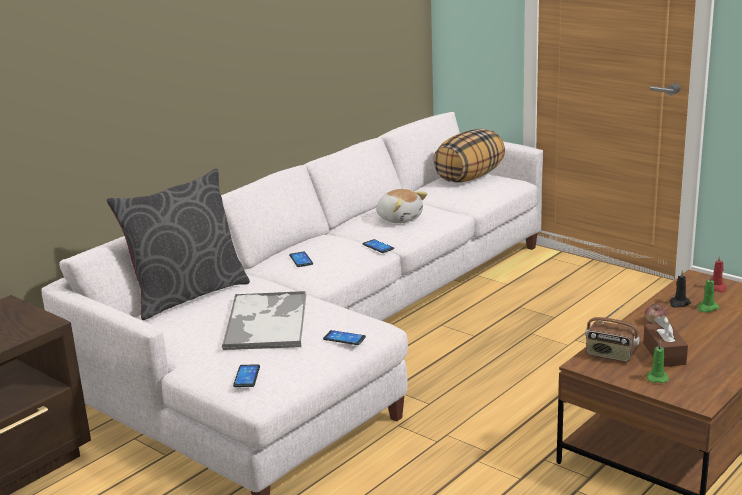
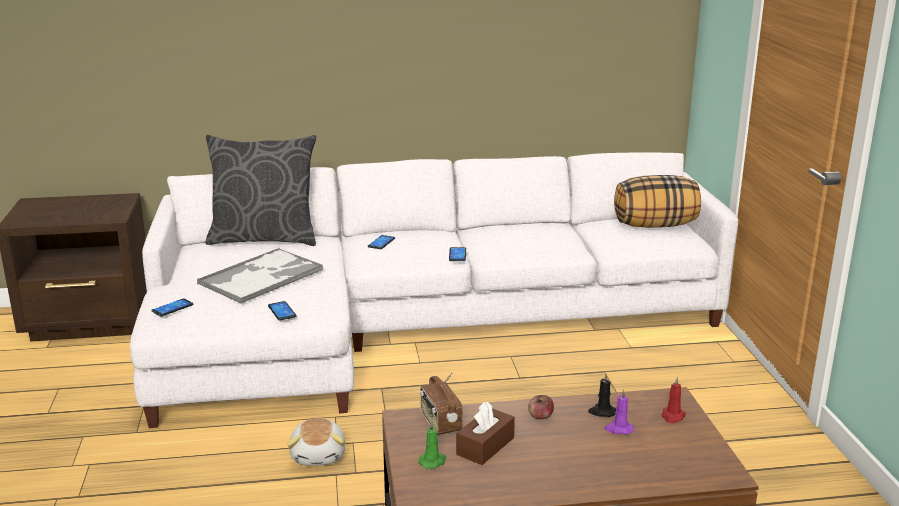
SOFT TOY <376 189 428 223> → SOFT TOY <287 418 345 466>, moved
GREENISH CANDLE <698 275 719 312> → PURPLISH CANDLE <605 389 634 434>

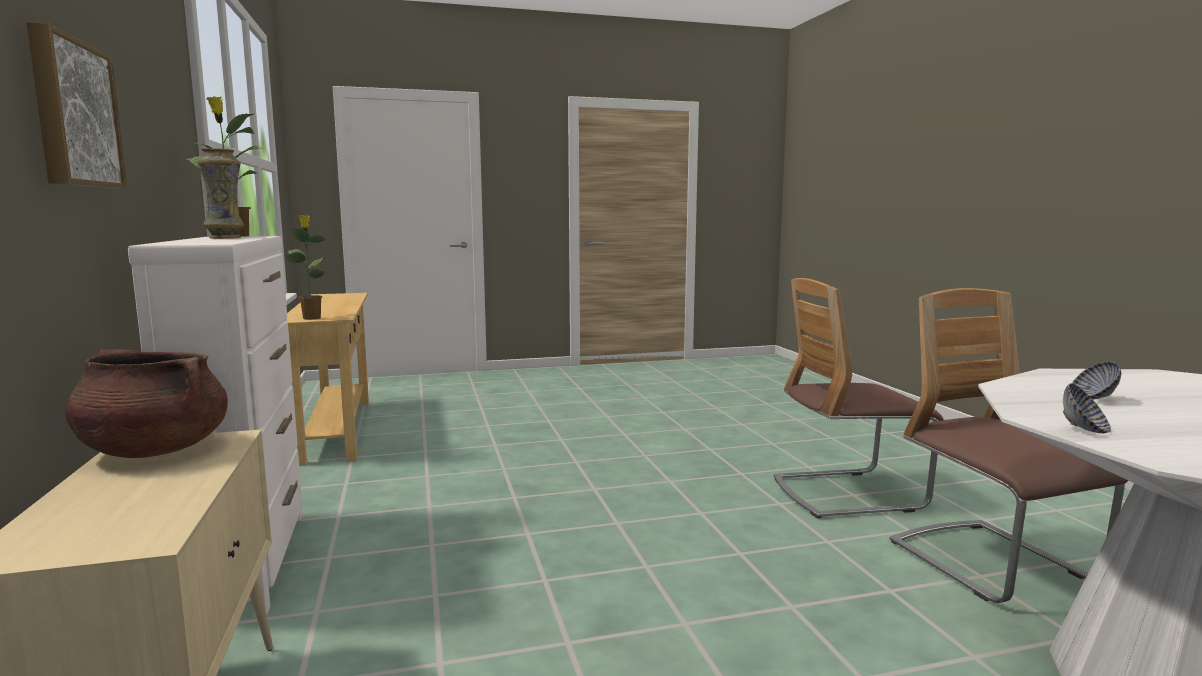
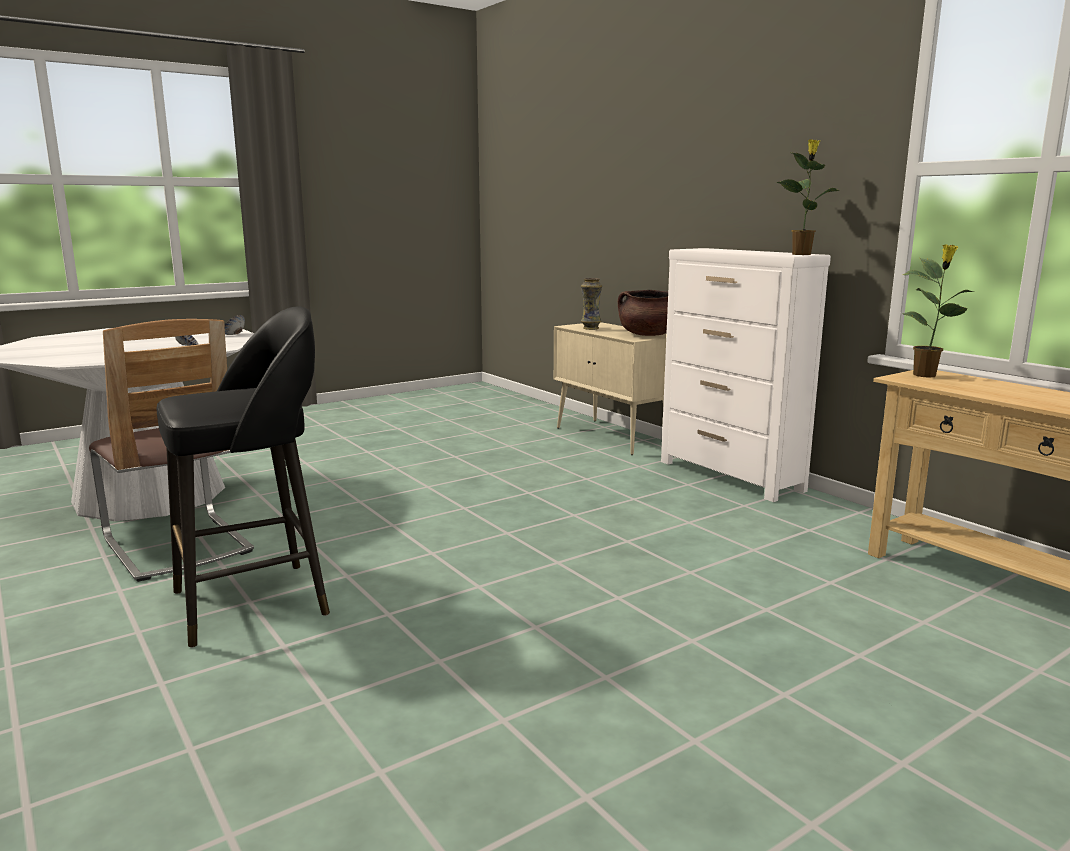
WALL PICTURE <26 22 127 189> → -
DECORATIVE VASE <198 148 244 239> → DECORATIVE VASE <581 278 602 330>, moved
UPRIGHT CHAIR <774 278 944 519> → BLACK-COLOURED SITTING STOOL <157 306 330 648>

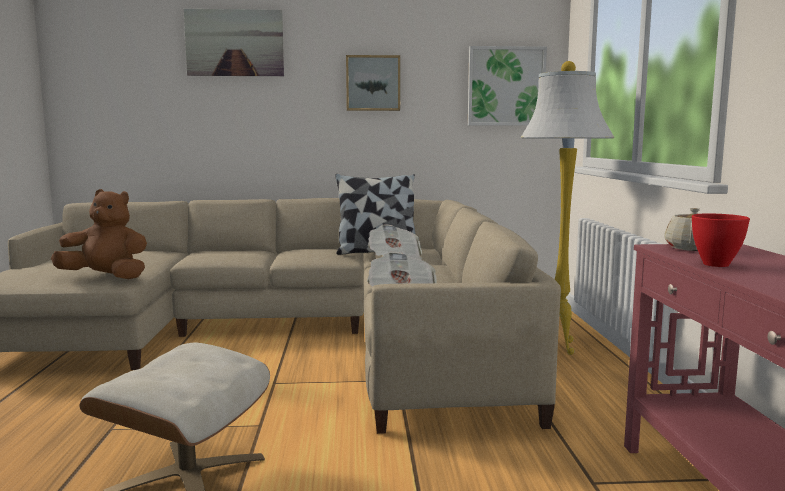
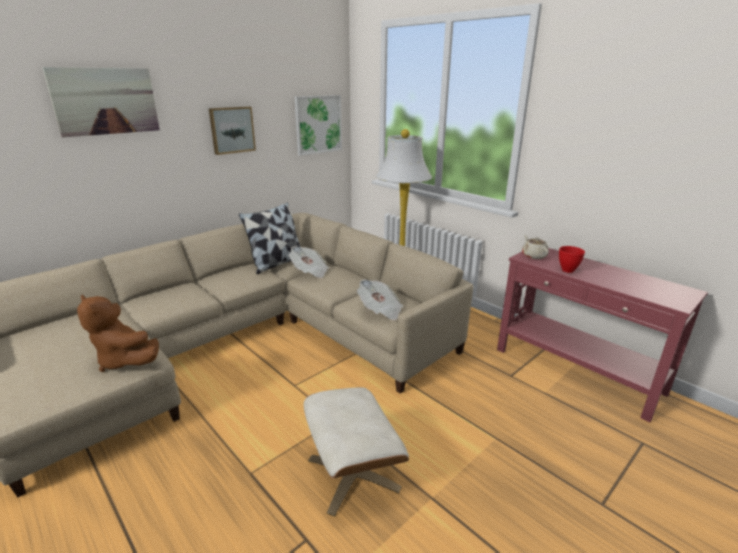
BROWN SOFT TOY <51 189 147 279> → BROWN SOFT TOY <77 295 159 372>, 105 degrees counterclockwise

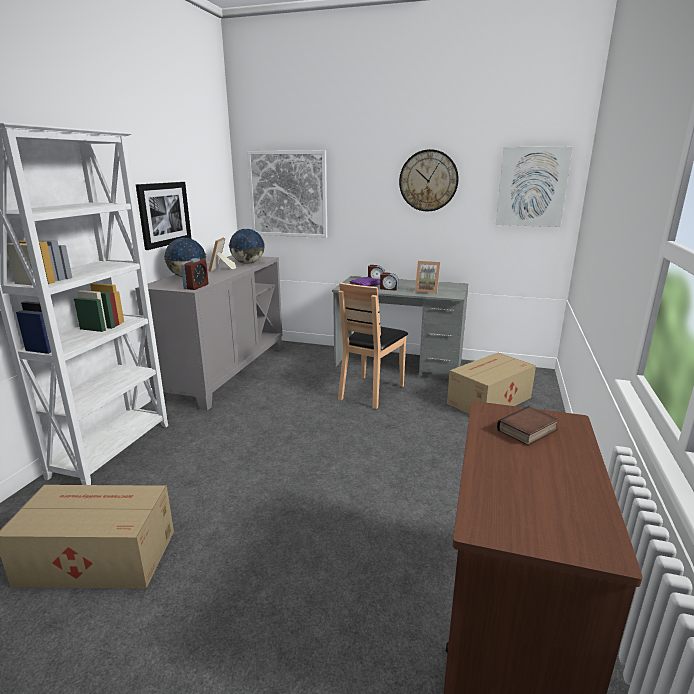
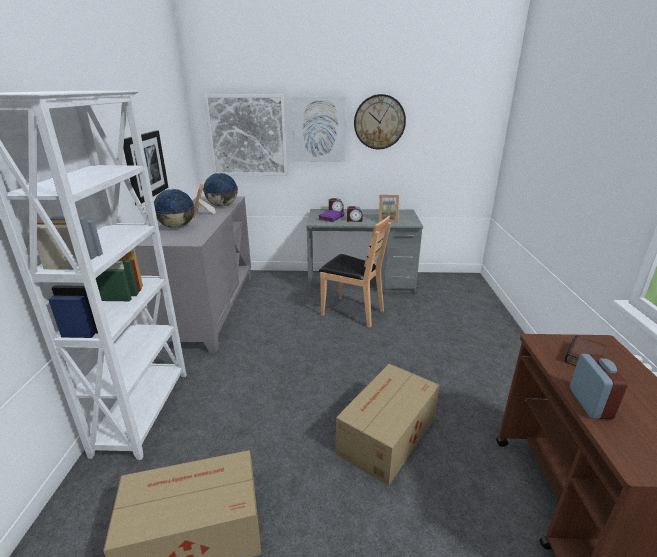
WALL PICTURE <496 147 573 227> → WALL PICTURE <292 96 346 162>, moved
ALARM CLOCK <181 258 208 290> → ALARM CLOCK <570 354 628 419>, moved
BROWN UPRIGHT CHAIR <338 283 408 409> → BROWN UPRIGHT CHAIR <319 215 391 328>, 75 degrees counterclockwise
CARTON <447 353 536 414> → CARTON <335 364 439 486>, moved

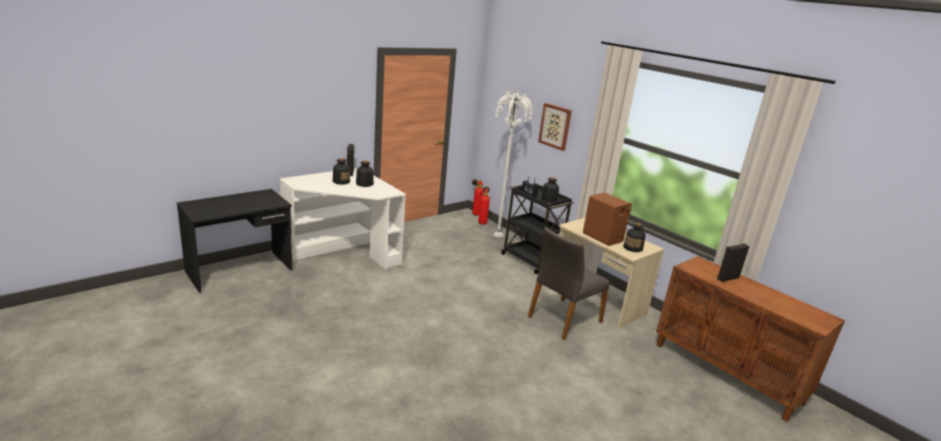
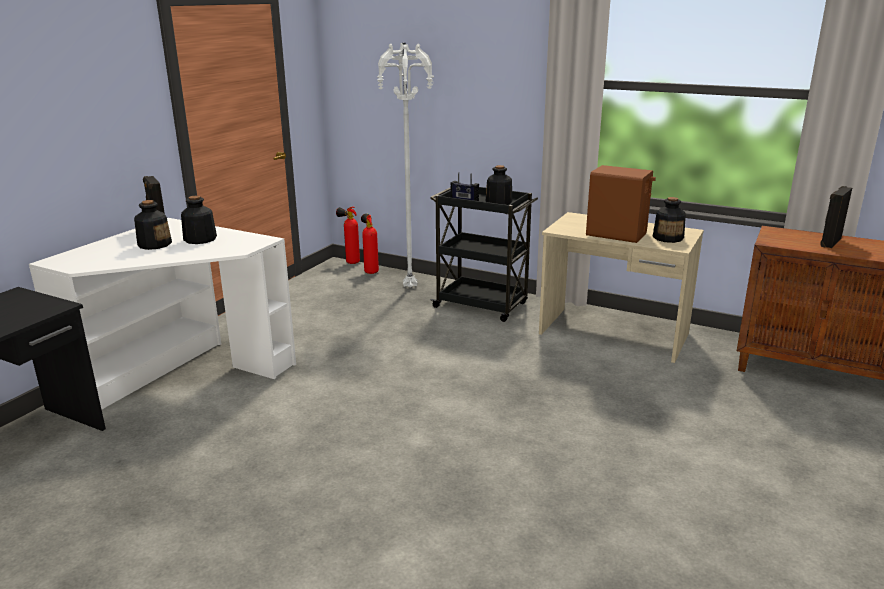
WALL PICTURE <538 103 572 151> → -
GRAY UPRIGHT CHAIR <528 227 610 340> → -

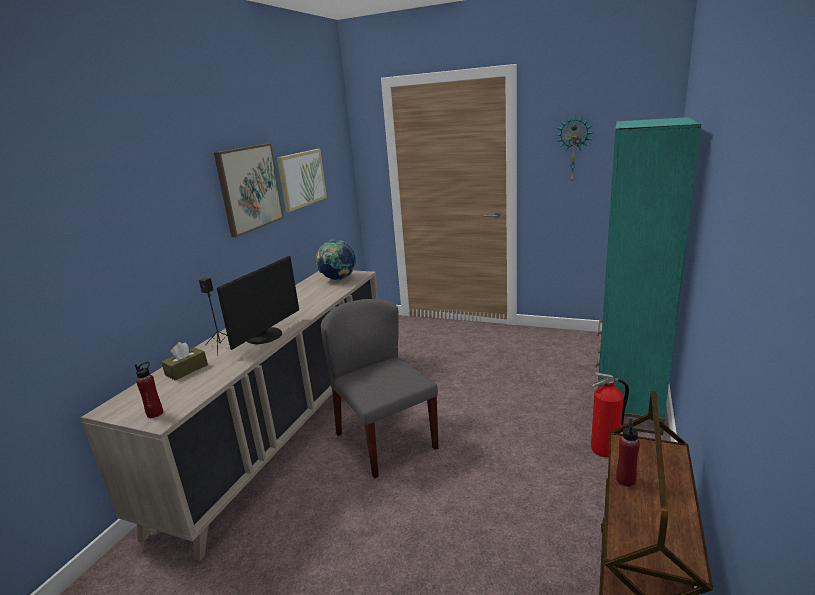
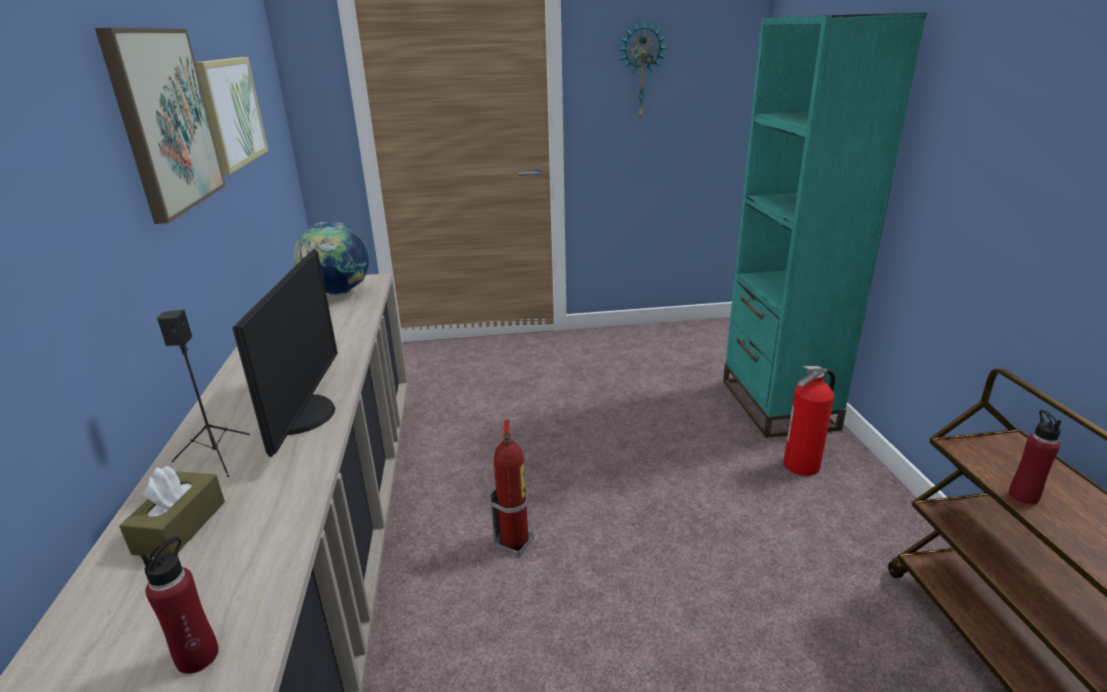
GRAY UPRIGHT CHAIR <321 299 439 479> → FIRE EXTINGUISHER <490 420 534 556>

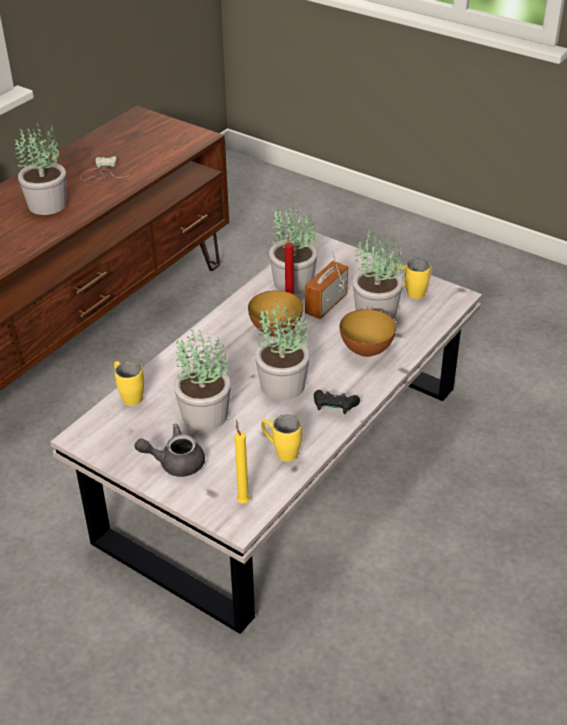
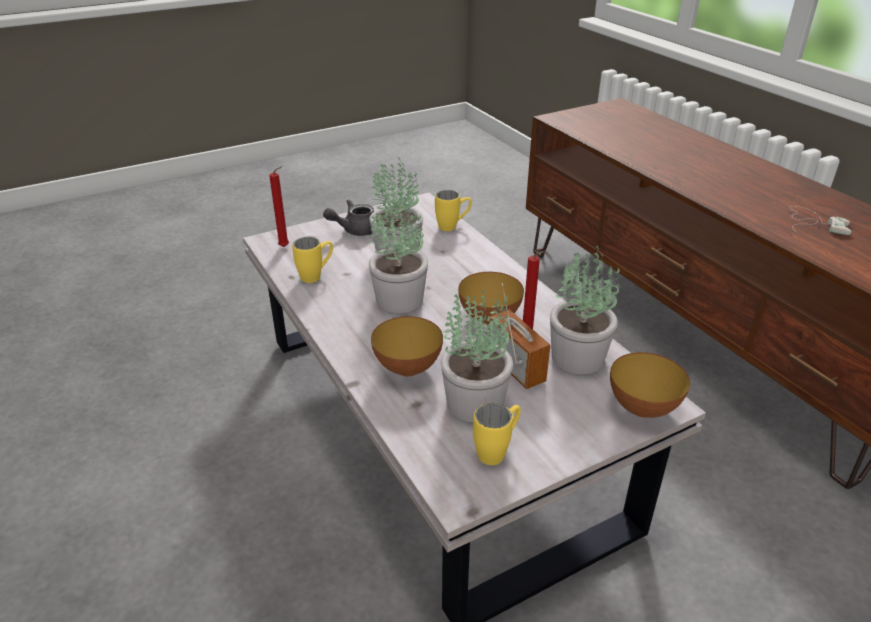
PLANT IN A POT <15 124 67 215> → -
BLACK-COLOURED JOYPAD <314 390 360 414> → -
YELLOW CANDLE <235 420 250 503> → REDDISH CANDLE <269 166 289 247>
GRAY TEA POT <135 424 205 477> → GRAY TEA POT <323 199 374 236>, 135 degrees counterclockwise
- → BOWL <610 352 690 418>

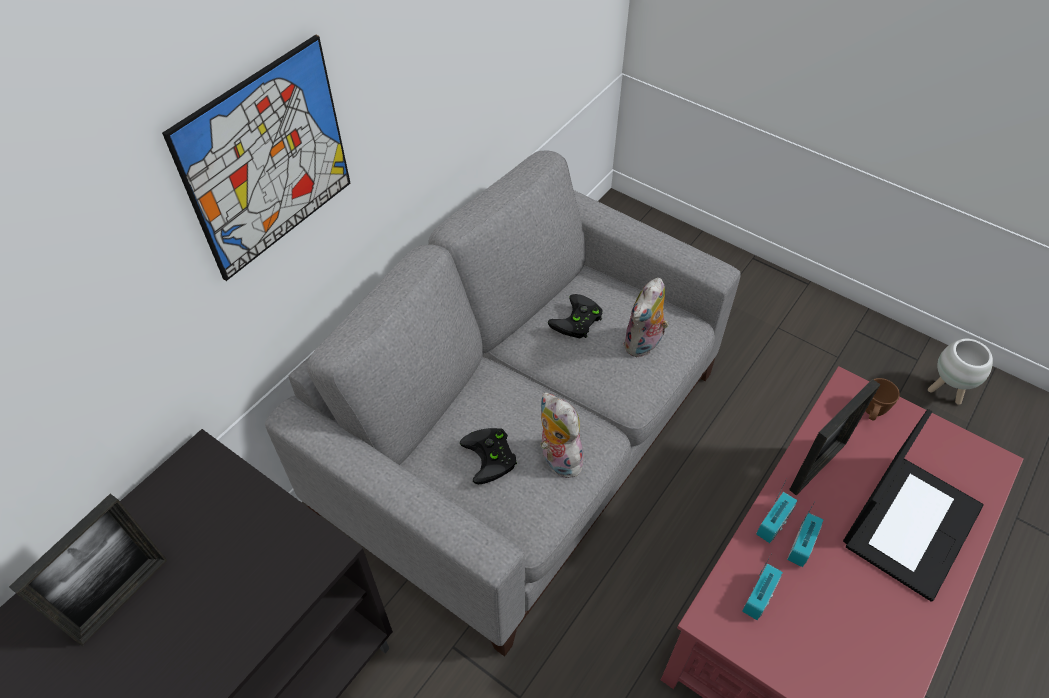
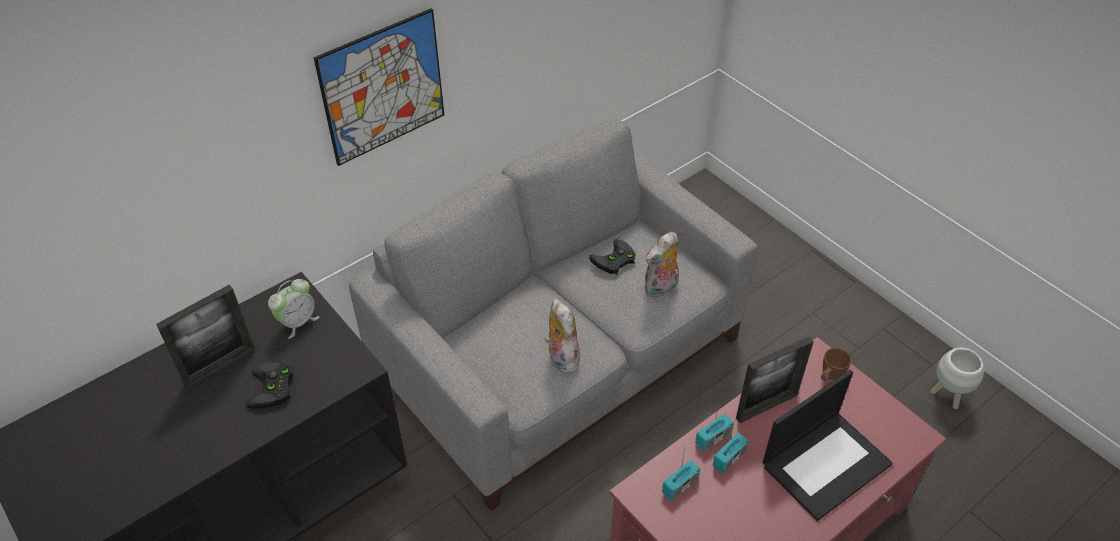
BLACK-COLOURED JOYPAD <460 428 517 484> → BLACK-COLOURED JOYPAD <246 363 294 409>, moved
- → ALARM CLOCK <268 279 319 339>

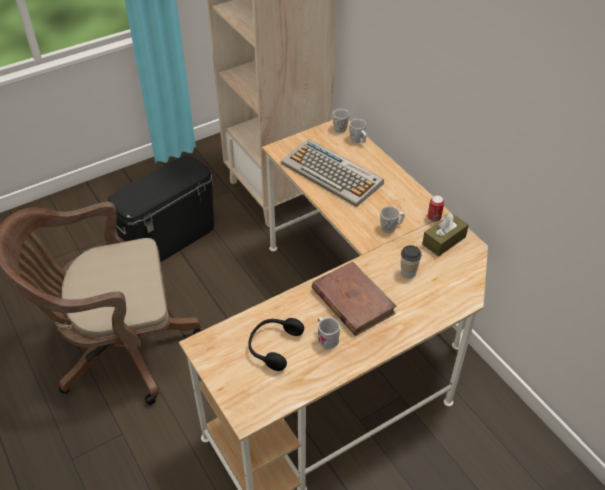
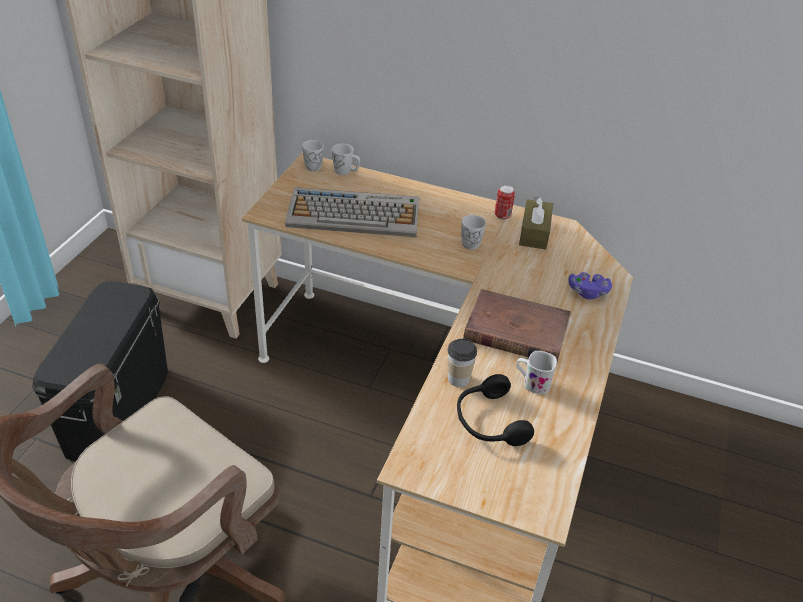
CUP <401 245 421 278> → CUP <447 338 477 387>, moved
- → PURPLISH JOYPAD <568 272 612 299>

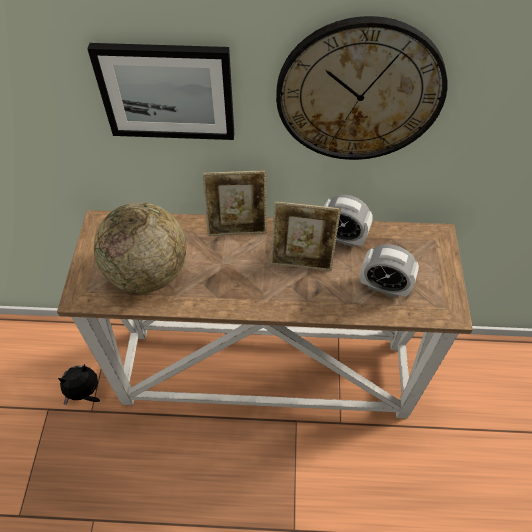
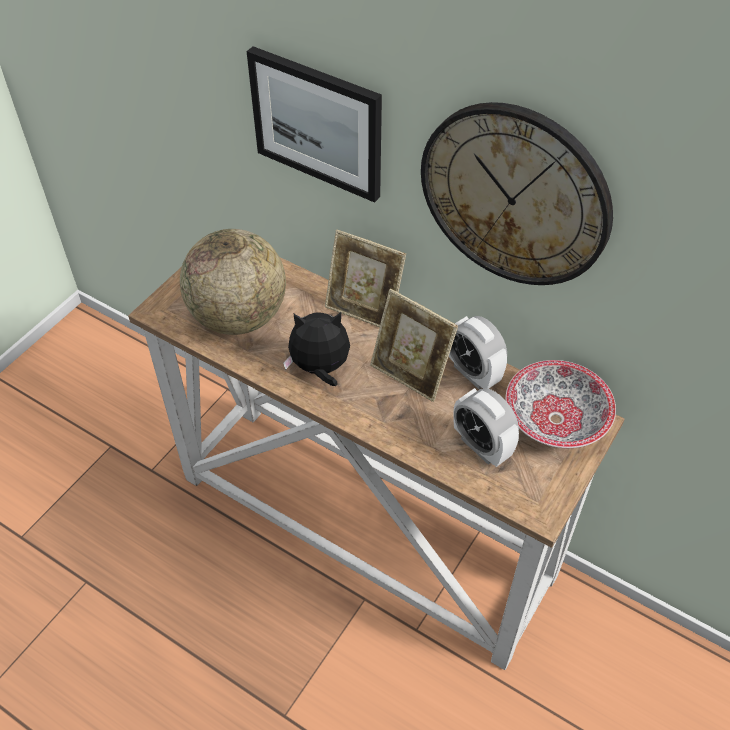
SOFT TOY <58 364 100 406> → SOFT TOY <283 312 350 386>, moved
- → BOWL <505 360 616 448>

